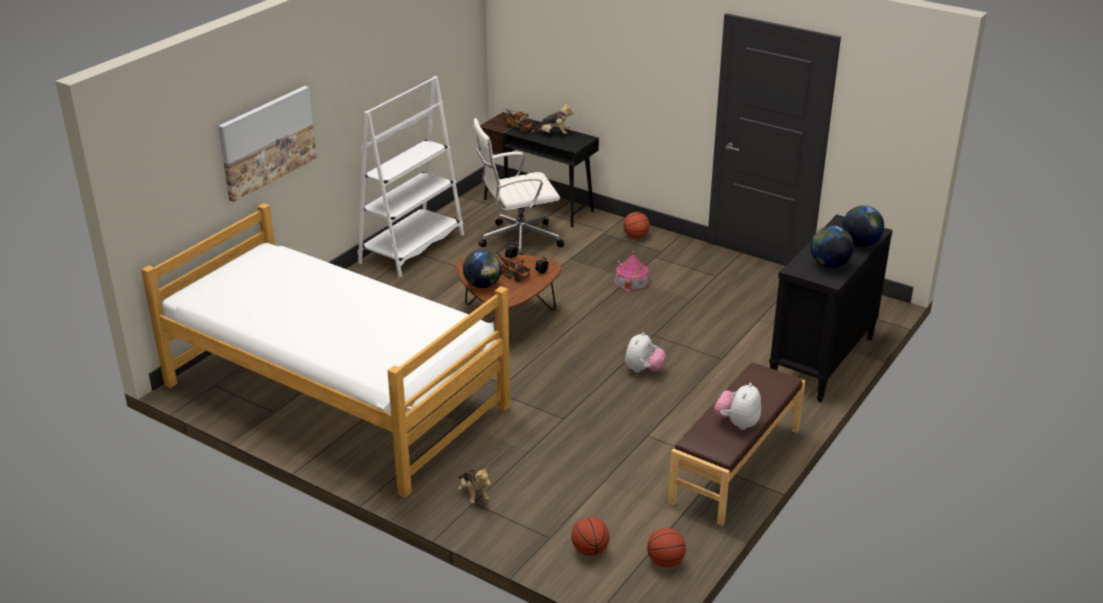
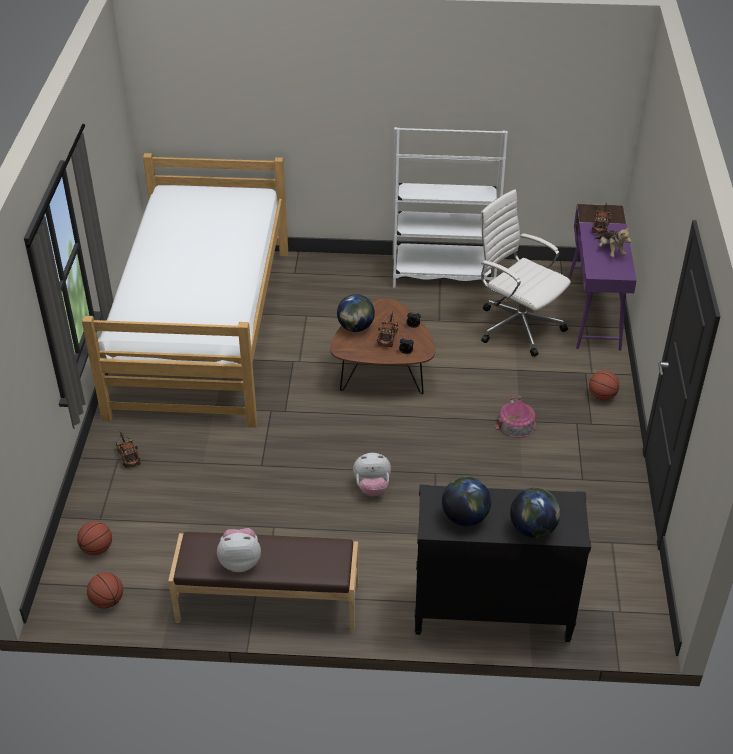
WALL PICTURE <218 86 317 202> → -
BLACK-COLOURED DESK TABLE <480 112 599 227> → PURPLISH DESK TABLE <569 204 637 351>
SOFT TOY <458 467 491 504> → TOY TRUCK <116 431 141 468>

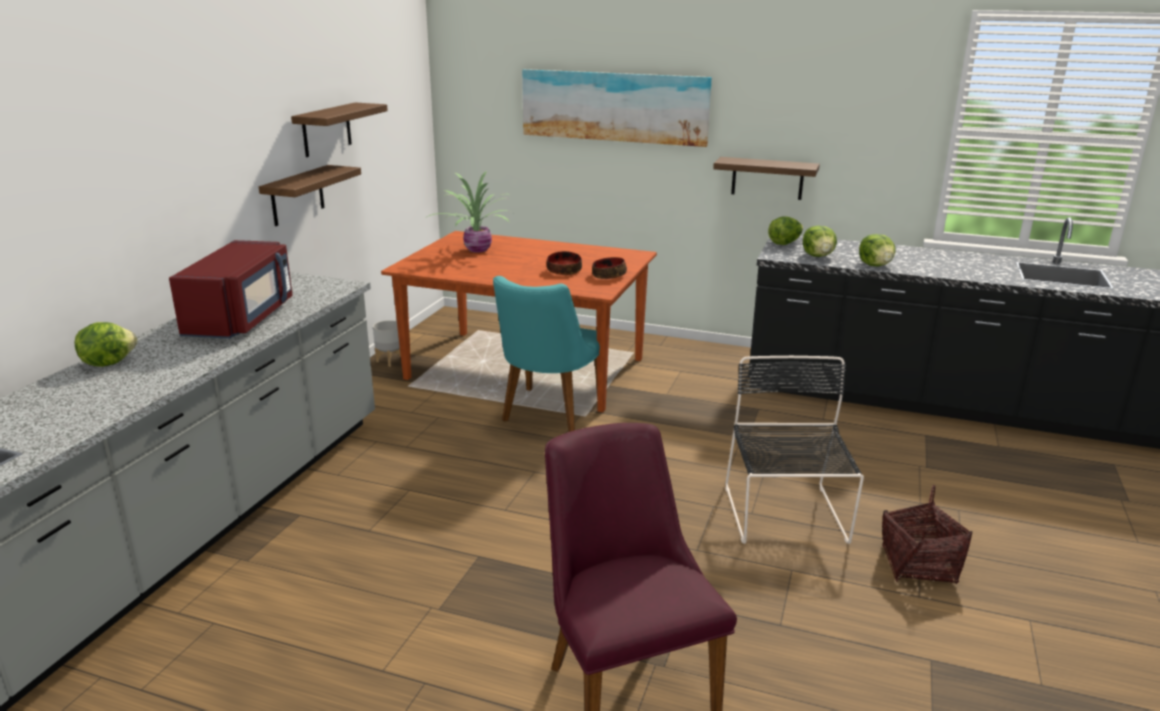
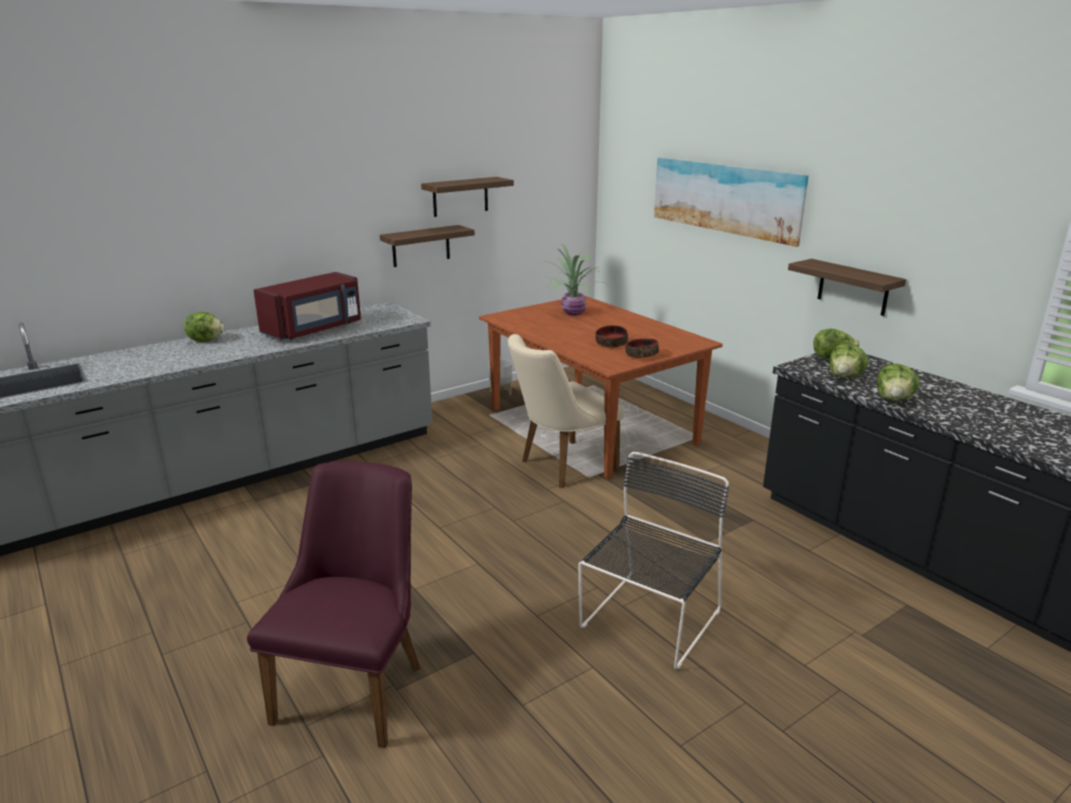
TURQUOISE UPRIGHT CHAIR <493 276 600 432> → SAND-COLOURED UPRIGHT CHAIR <508 334 625 488>
BASKET <882 484 972 584> → -

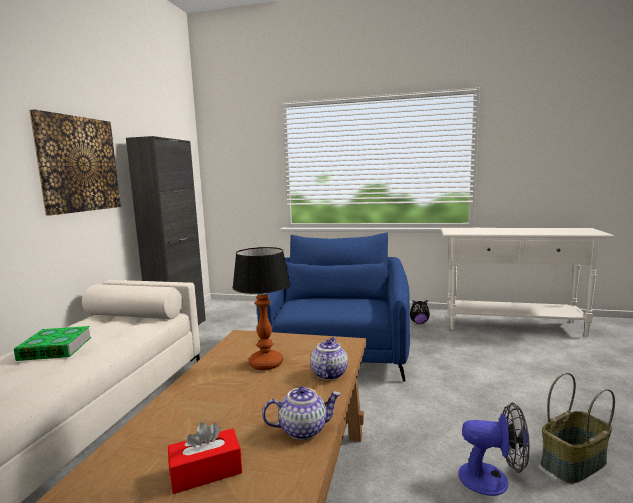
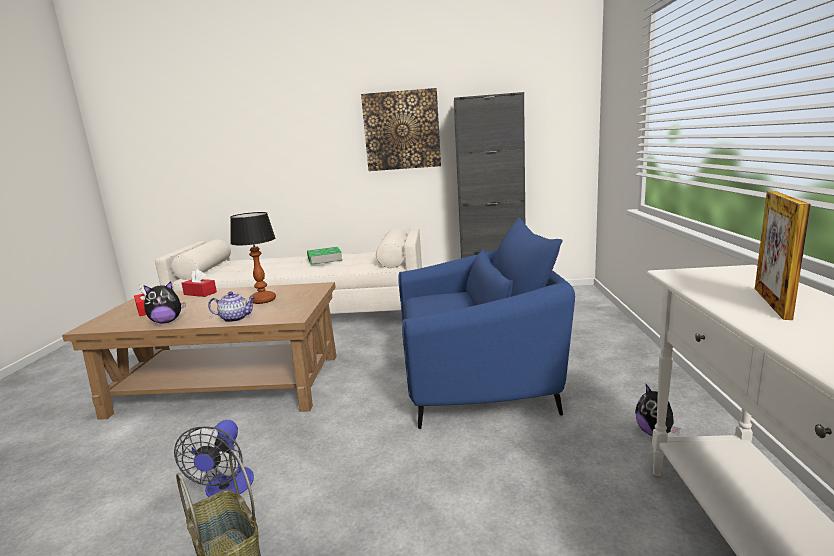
TEA POT <262 386 341 440> → SOFT TOY <144 281 185 324>
- → PICTURE FRAME <755 191 811 320>
- → REDDISH BOX OF TISSUES <182 269 217 297>

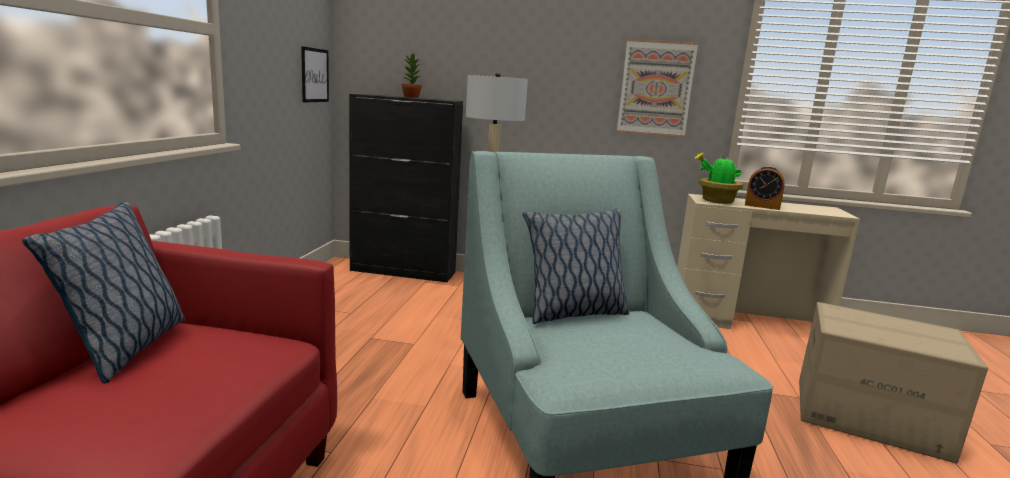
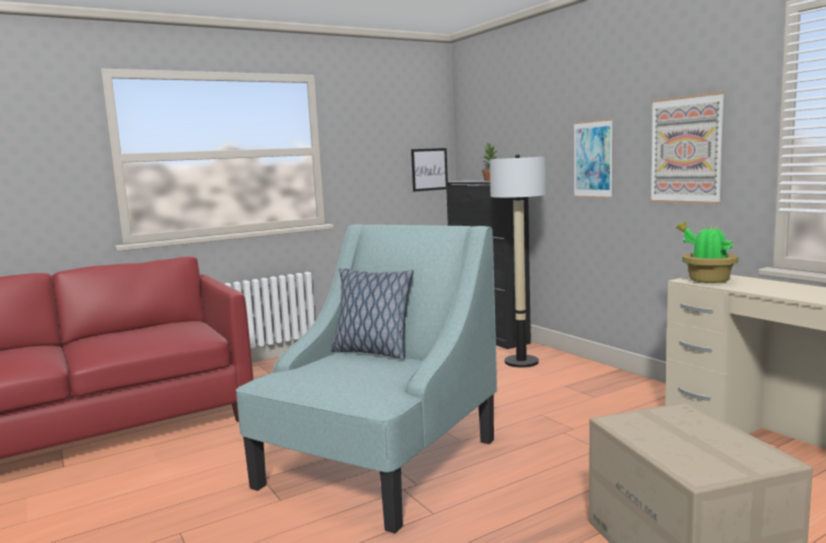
ALARM CLOCK <745 166 785 210> → -
CUSHION <22 202 185 383> → -
- → WALL PICTURE <573 119 613 198>

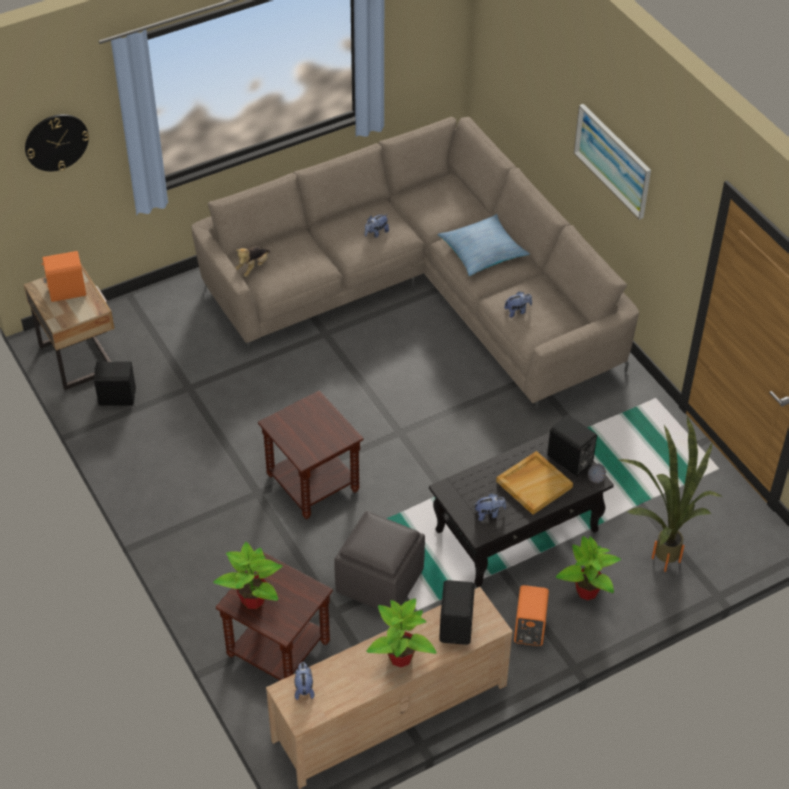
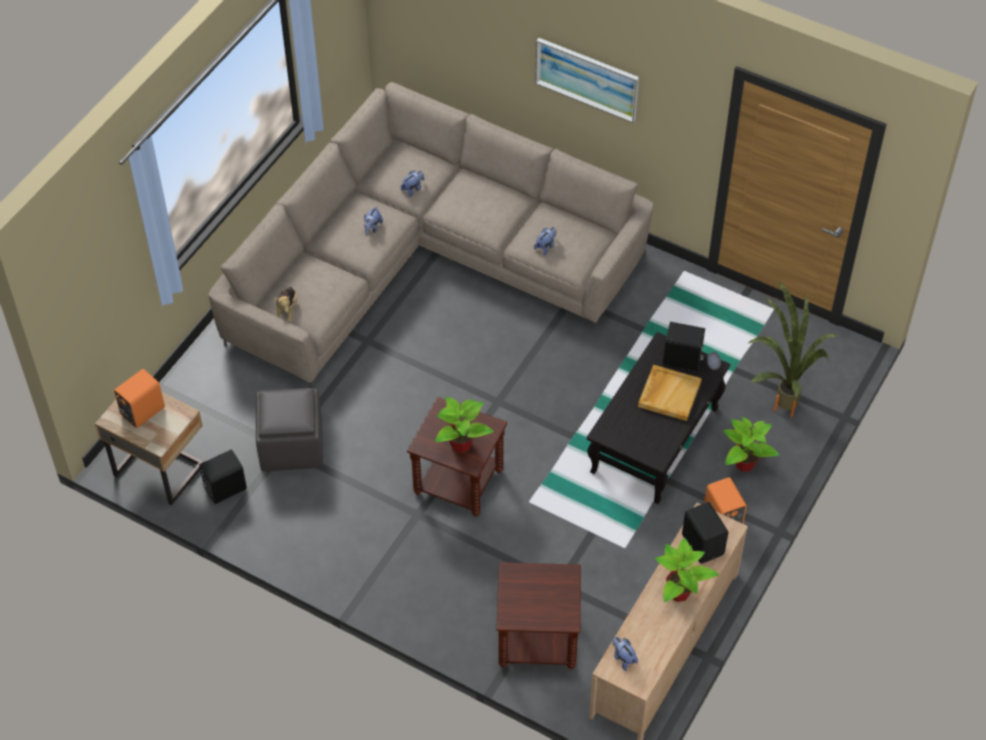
CLOCK ON THE WALL <25 114 89 171> → -
CUSHION <438 214 530 276> → -
SOFT TOY <475 493 506 521> → SOFT TOY <401 171 424 197>, moved
GRAY FOOTREST <334 511 425 610> → GRAY FOOTREST <256 388 323 471>, moved
PLANT IN A POT <213 542 283 609> → PLANT IN A POT <435 397 494 453>, moved

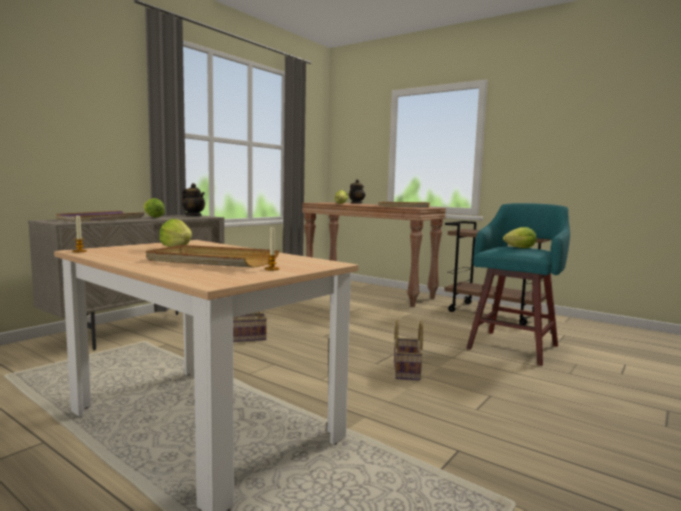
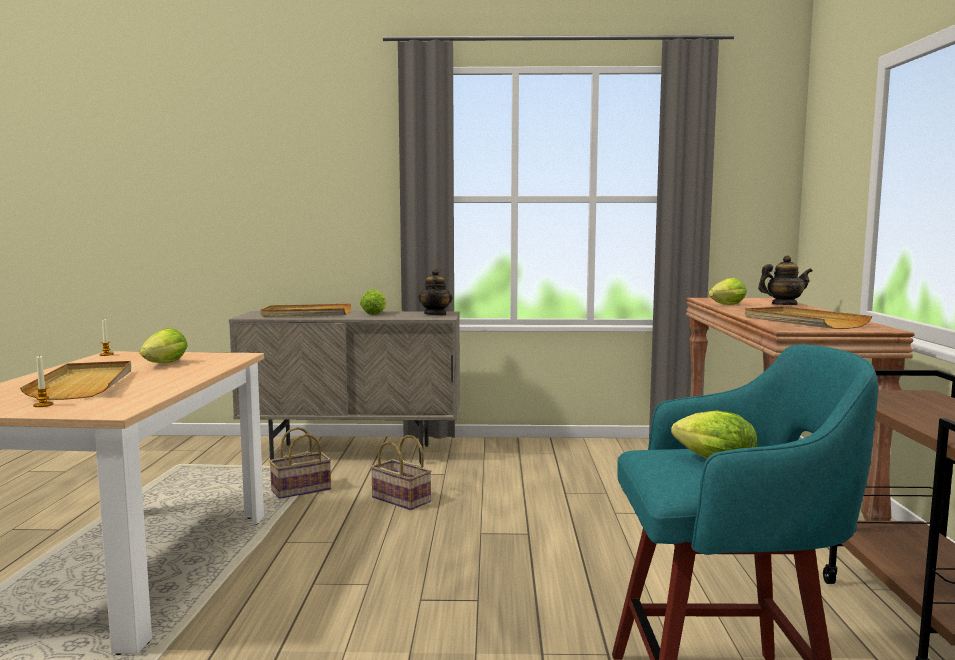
PURPLISH CARRYING TRAY <56 211 144 222> → SAND-COLOURED CARRYING TRAY <260 304 351 317>
BASKET <394 320 423 380> → BASKET <269 427 331 499>, moved

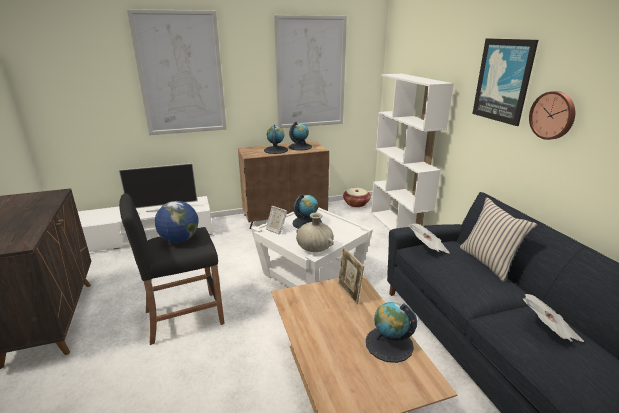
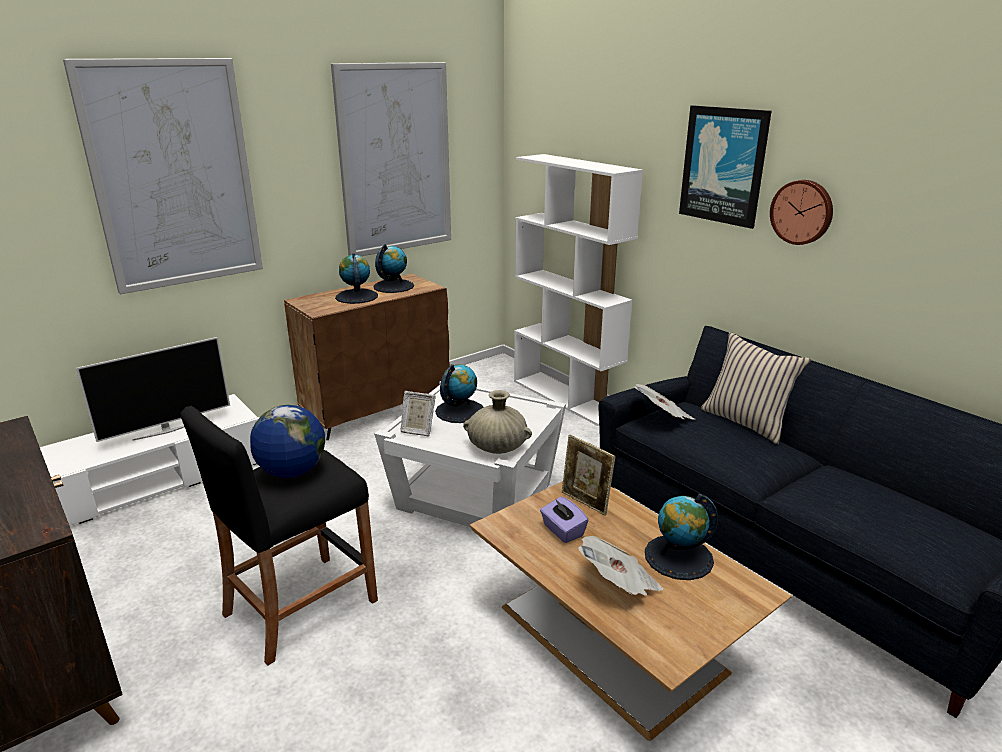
BASKET <343 188 371 207> → -
PRINTED PAPER <523 294 584 342> → PRINTED PAPER <578 536 663 596>, moved
- → PURPLISH BOX OF TISSUES <540 496 589 543>

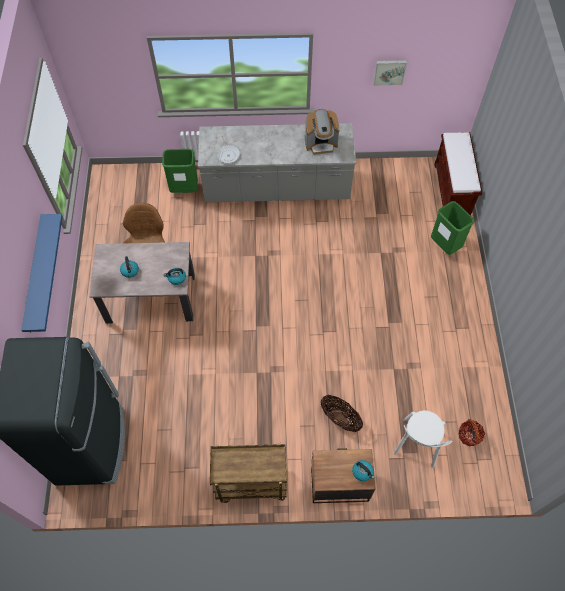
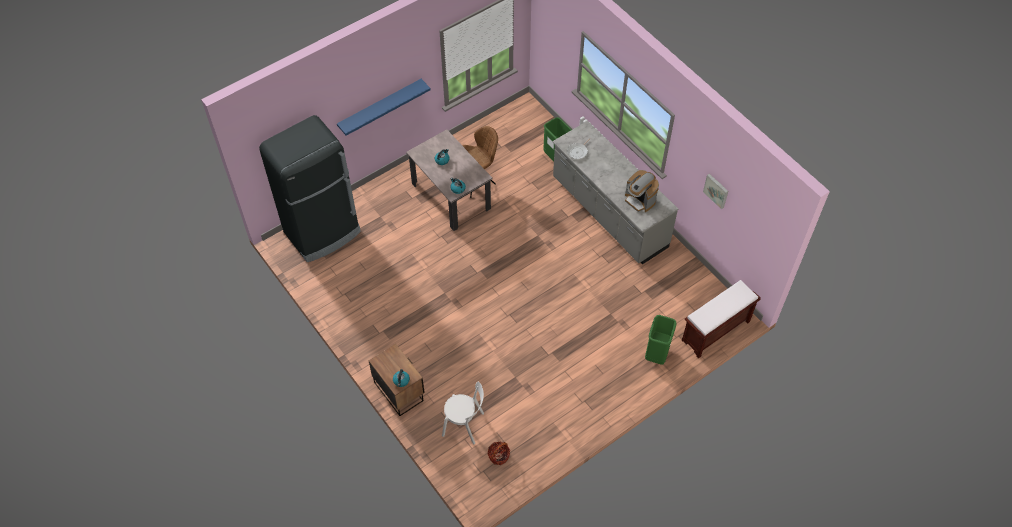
BASKET <320 395 363 432> → -
WHITISH UPRIGHT CHAIR <394 410 452 467> → WHITISH UPRIGHT CHAIR <442 382 484 444>, 150 degrees counterclockwise
BROWN WHEELED CART <210 443 287 503> → -

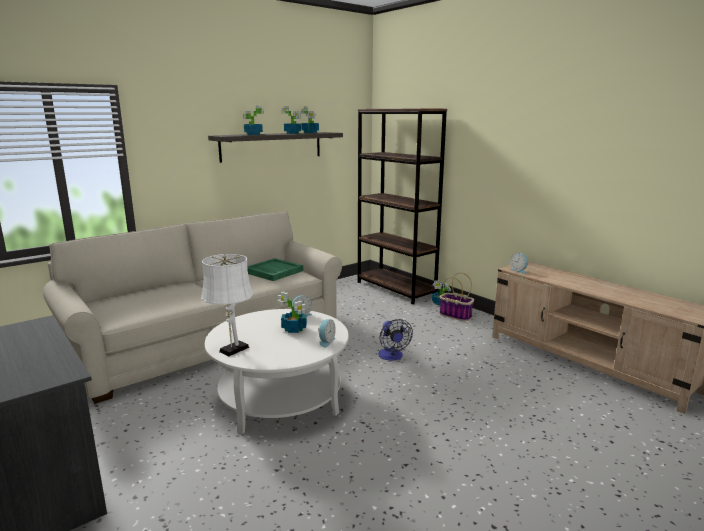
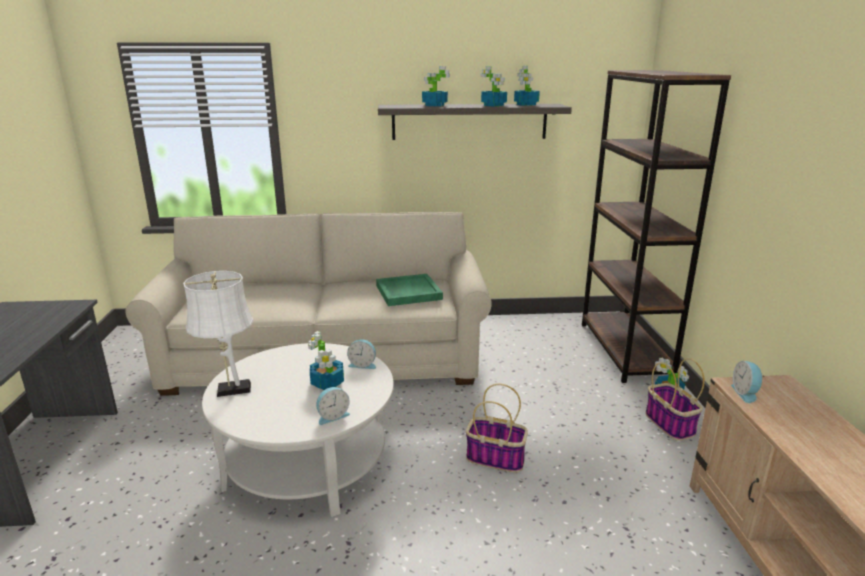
ELECTRIC FAN <378 319 413 361> → BASKET <466 384 528 473>

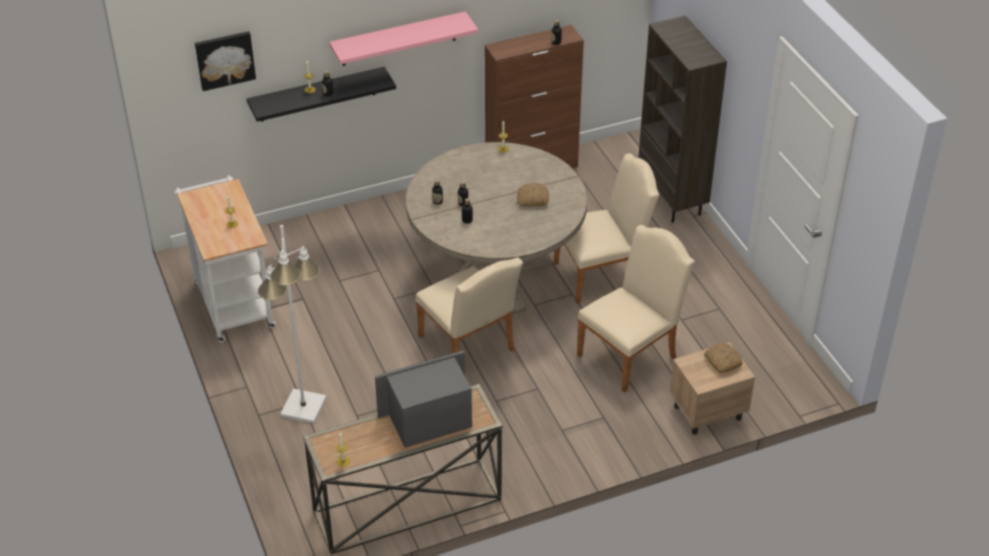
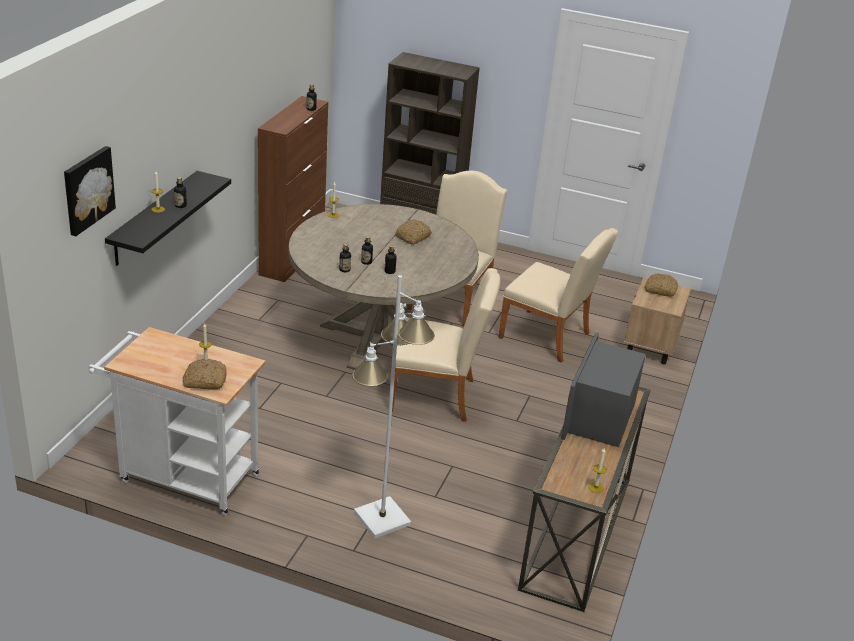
PINK BRACKET SHELF <329 11 478 66> → -
SAND-COLOURED UPRIGHT CHAIR <577 225 695 393> → SAND-COLOURED UPRIGHT CHAIR <498 228 618 363>, 120 degrees clockwise
- → BAKERY BREAD <182 359 227 390>

